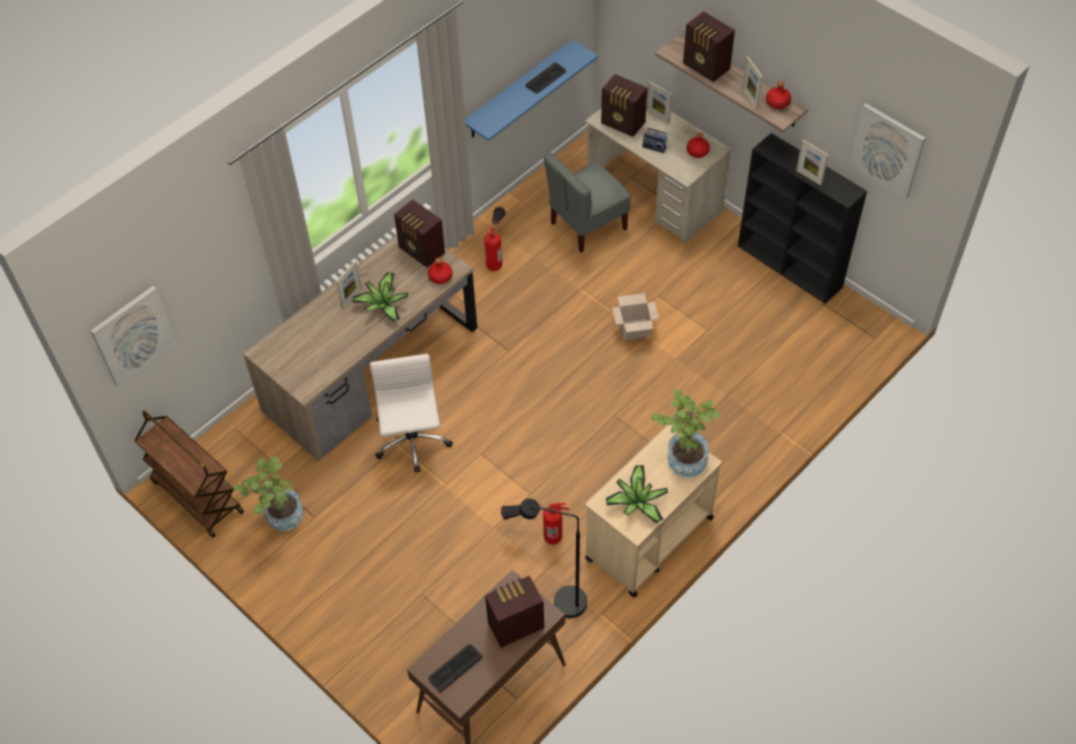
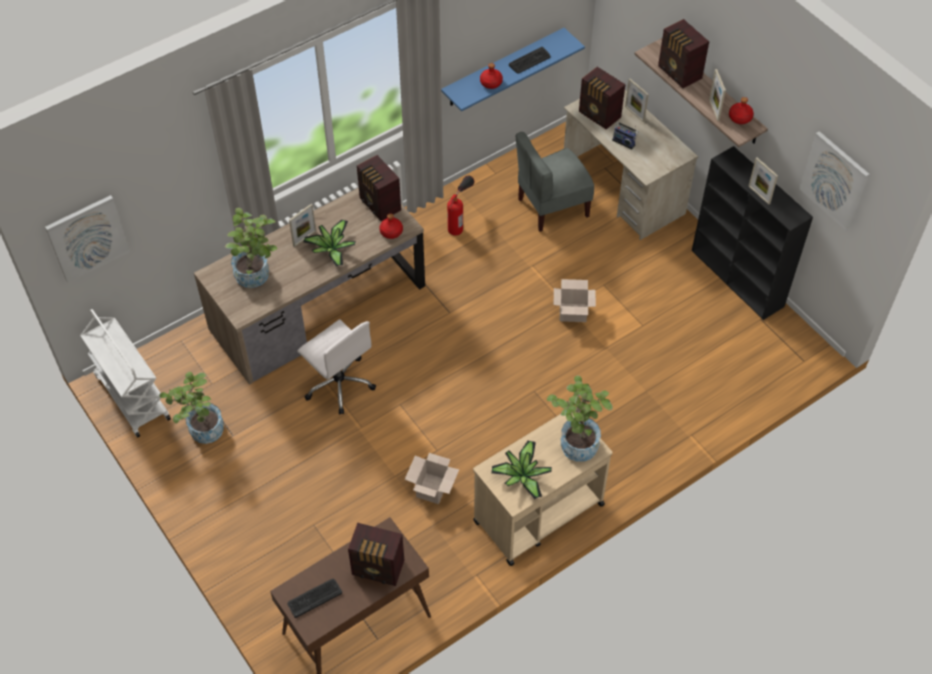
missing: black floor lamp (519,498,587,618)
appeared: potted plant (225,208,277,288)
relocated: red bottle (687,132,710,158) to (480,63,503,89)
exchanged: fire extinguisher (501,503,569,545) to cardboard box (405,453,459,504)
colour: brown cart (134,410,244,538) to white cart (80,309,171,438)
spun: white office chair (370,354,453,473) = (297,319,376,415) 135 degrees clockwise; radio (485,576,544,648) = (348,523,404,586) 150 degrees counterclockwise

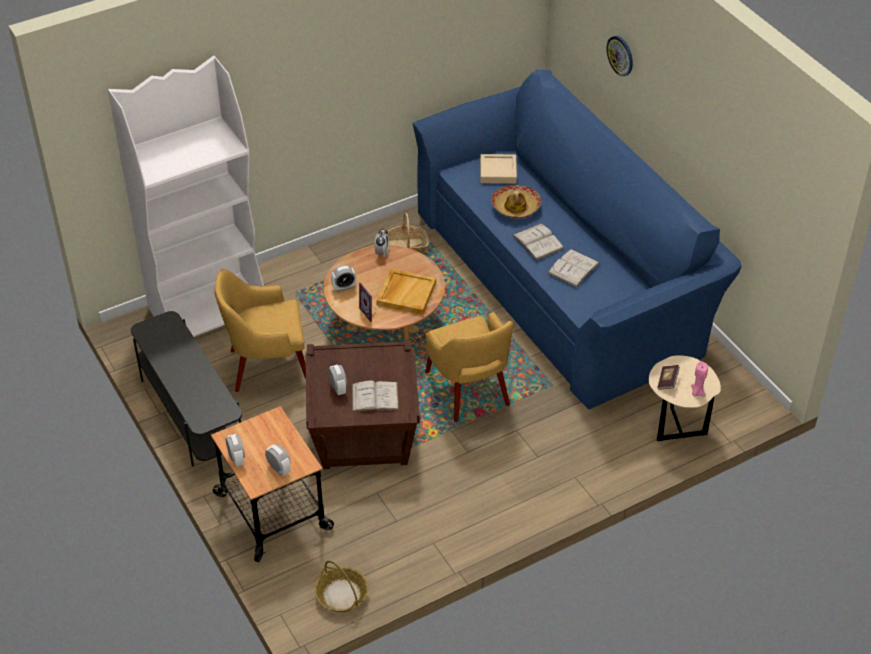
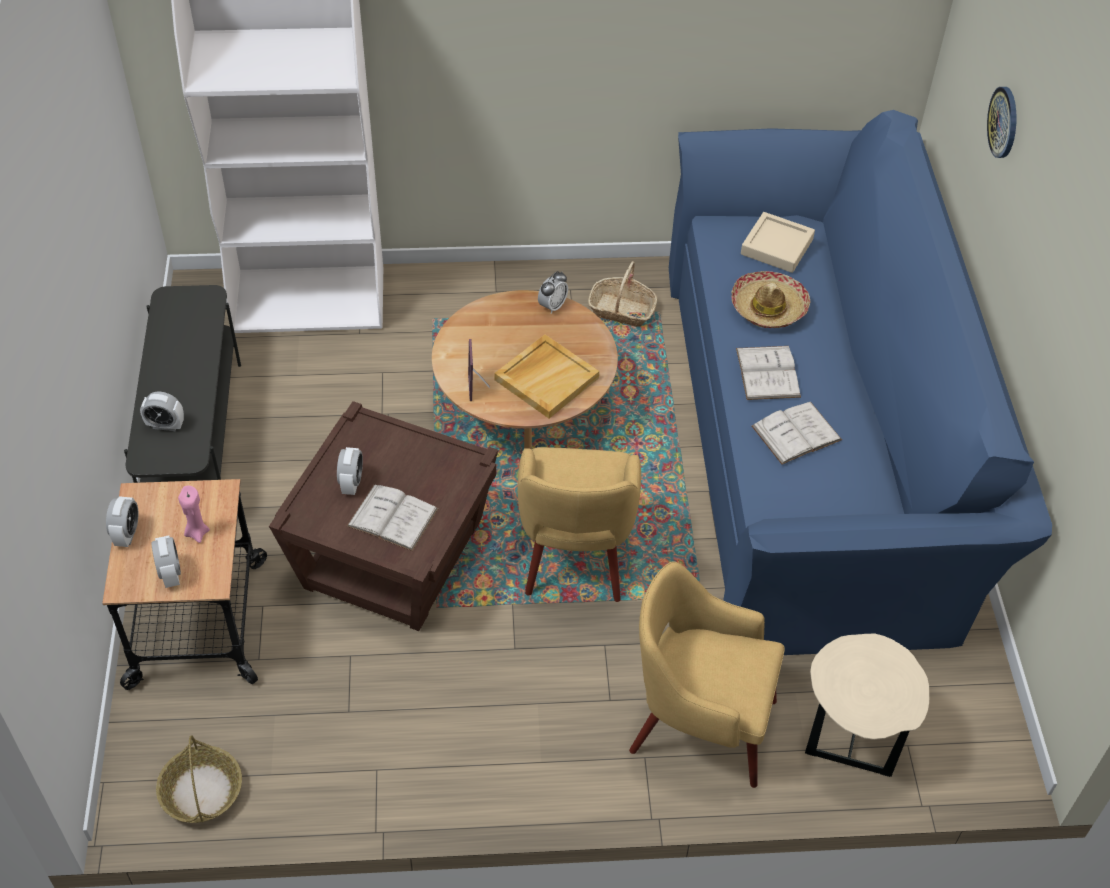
missing: book (657,365,680,390)
relocated: alarm clock (331,265,356,292) to (140,392,184,431); pink candle (691,362,708,397) to (178,486,210,543); yellow armchair (214,269,306,392) to (629,561,785,788)

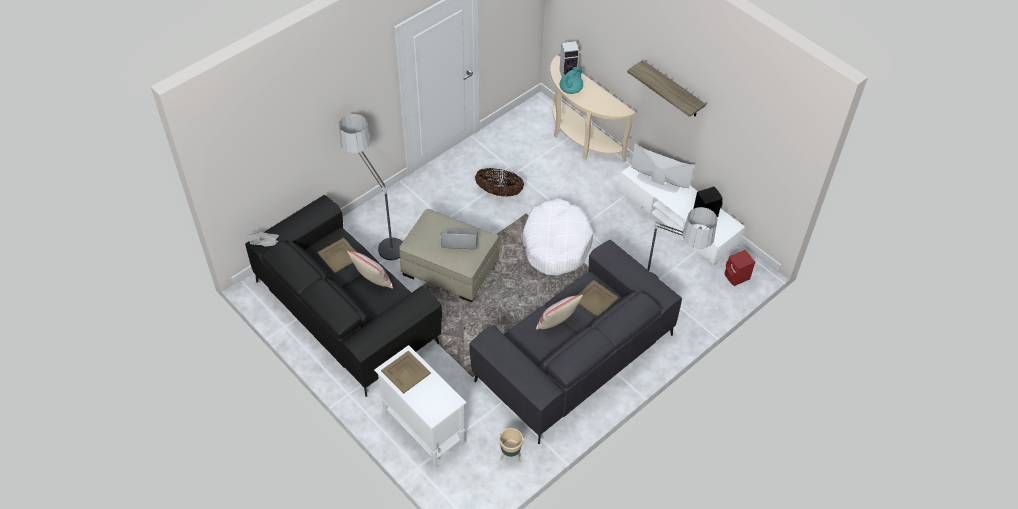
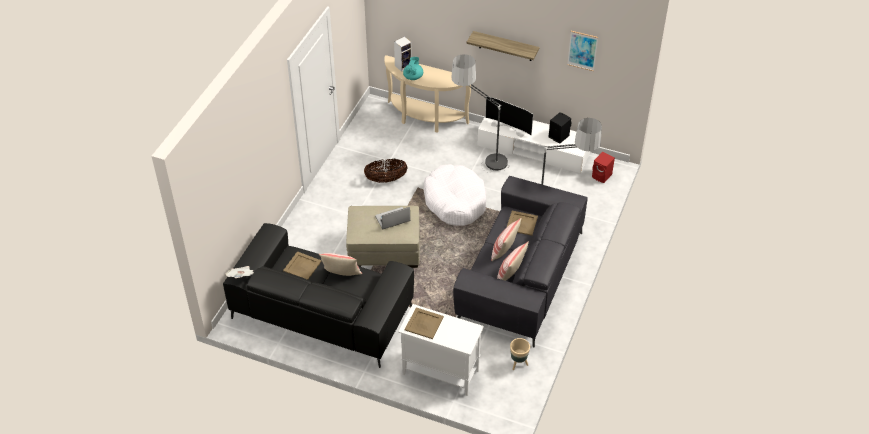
appeared: pillow (497,242,529,281); picture (567,31,598,71)
relocated: floor lamp (339,114,403,262) to (451,54,509,171)
spun: television (631,144,694,193) = (485,96,533,137) 150 degrees counterclockwise

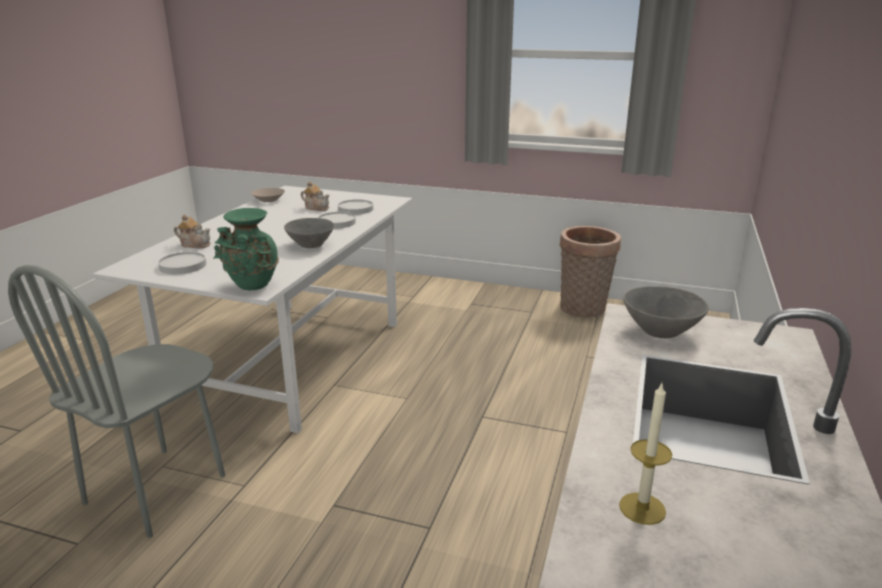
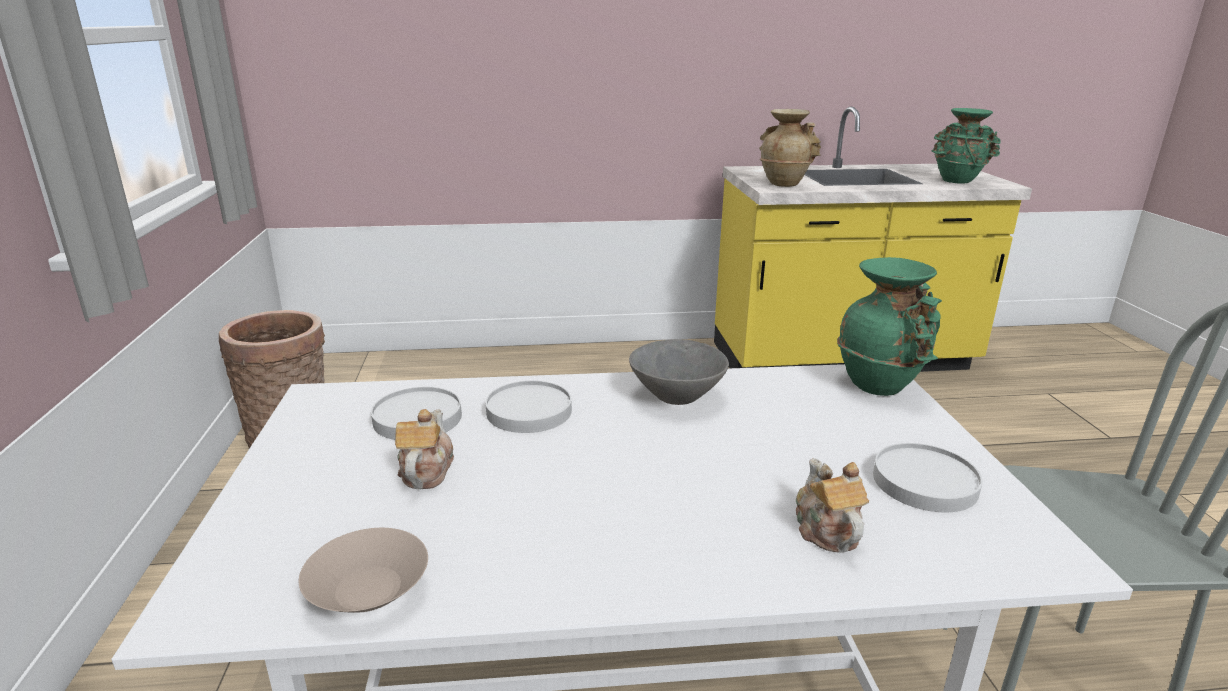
exchanged: grey bowl (623,286,708,338) to beige vase (759,109,821,187); candle (619,384,672,525) to green vase (932,108,1001,184)

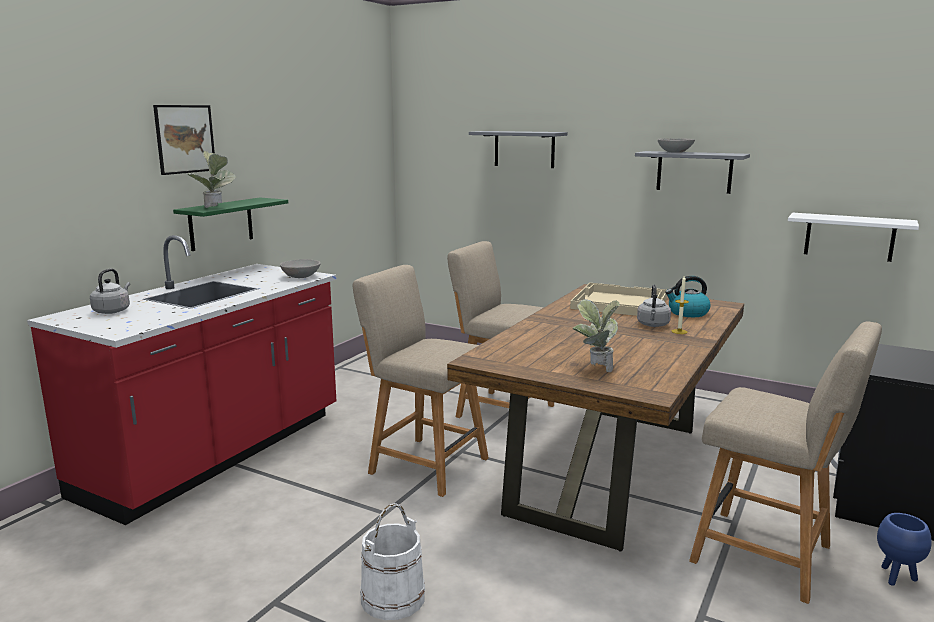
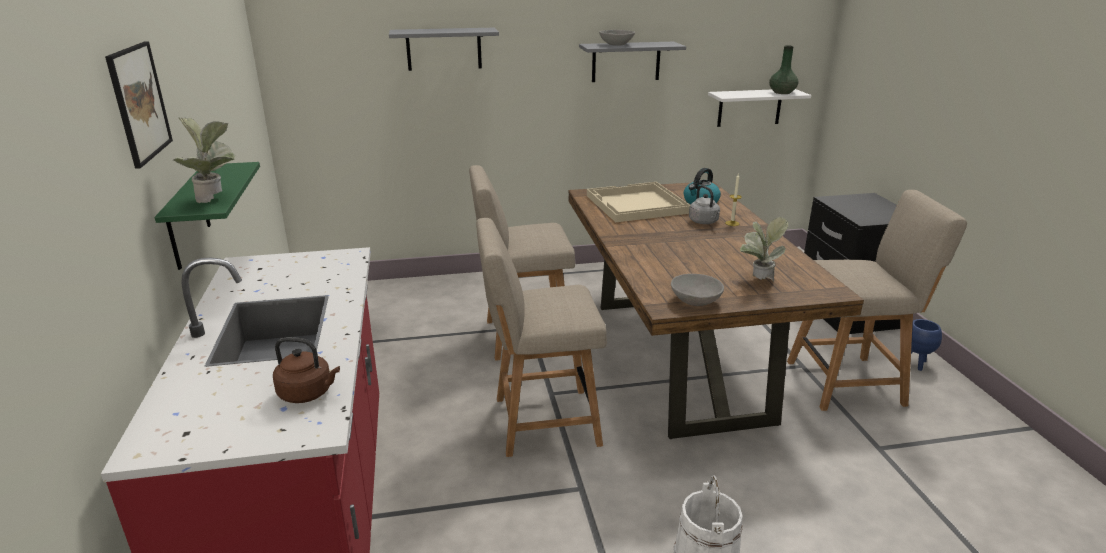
missing: grey kettle (90,268,130,314)
appeared: brown kettle (273,337,340,403); green vase (769,45,799,94)
relocated: grey bowl (280,259,321,278) to (671,274,724,306)

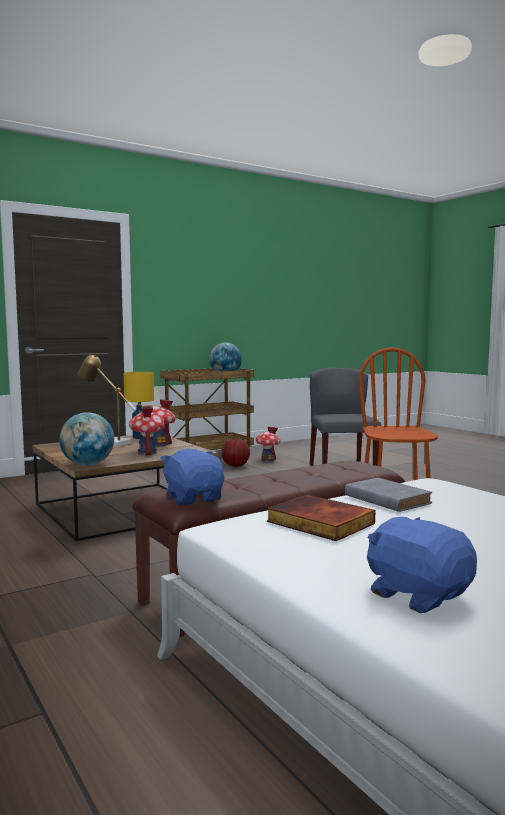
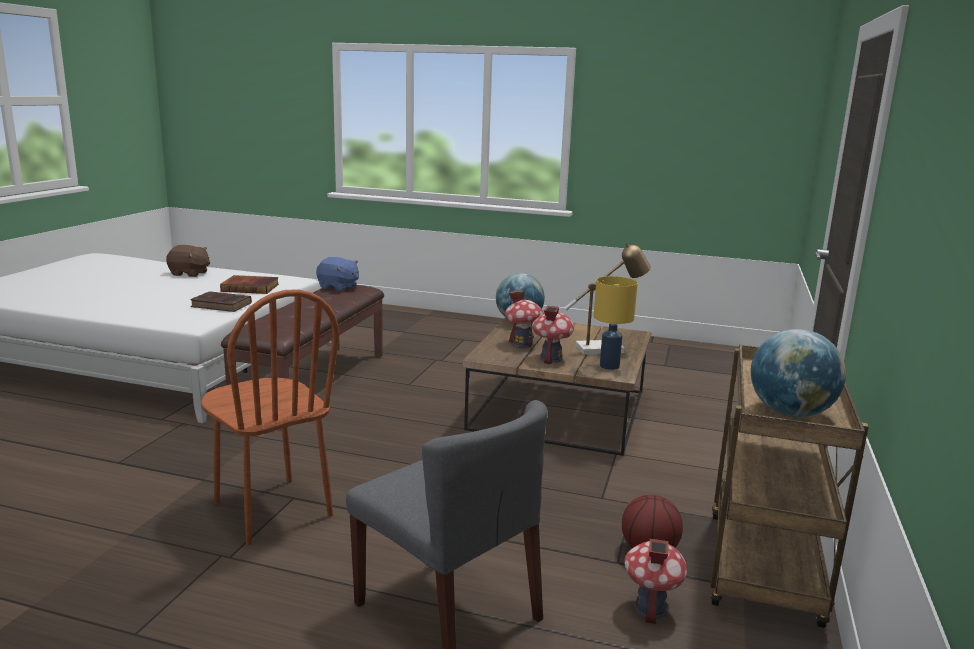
colour: blue plush toy (367,517,477,613) to brown plush toy (166,245,210,277); grey book (345,478,432,512) to brown book (190,291,252,312)

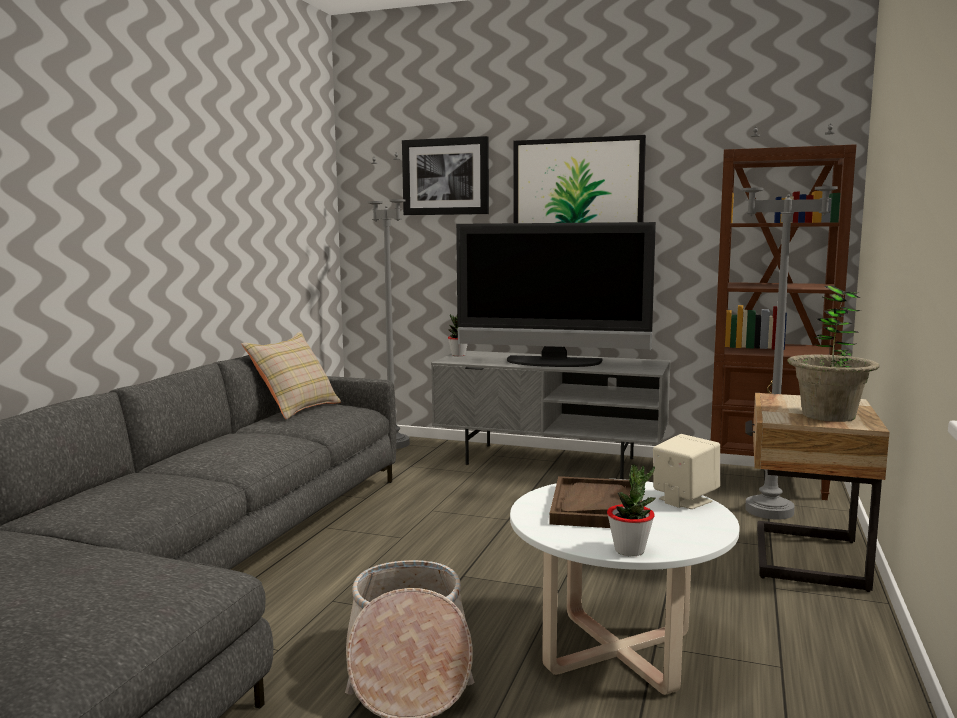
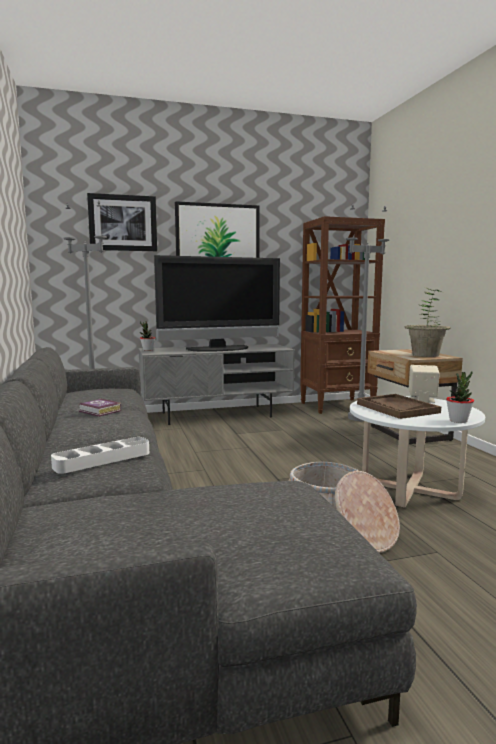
missing: beige pillow (241,331,341,420)
appeared: white tray (51,437,149,474); book (78,398,121,417)

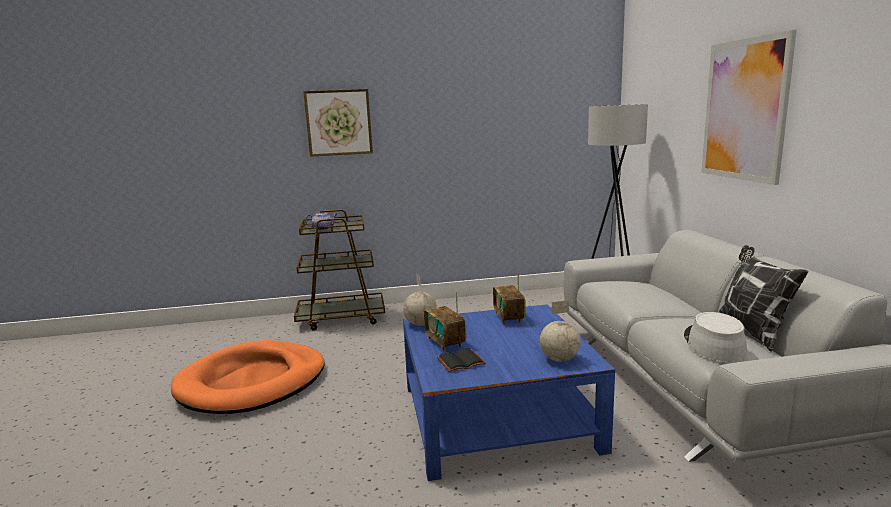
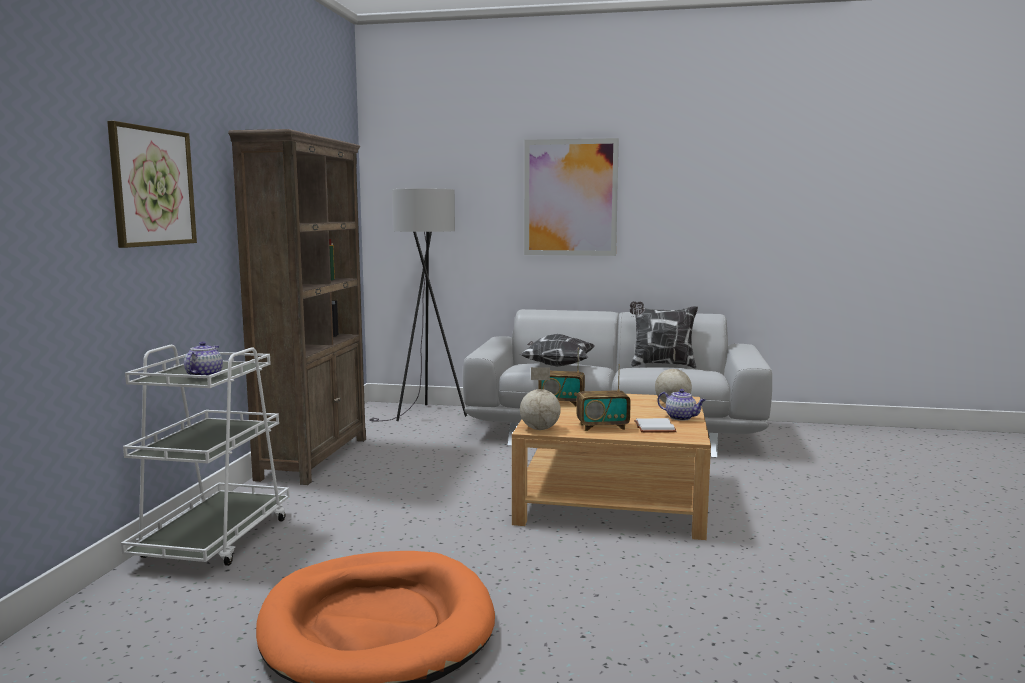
missing: grey hat (684,312,747,361)
appeared: brown bookcase (228,129,366,485); pillow (520,334,595,367); teapot (657,389,706,421)
colour: brown cart (294,209,385,331) to white cart (121,345,289,566); blue coffee table (403,305,615,481) to beige coffee table (512,394,711,540); black book (437,348,486,372) to white book (634,418,677,432)

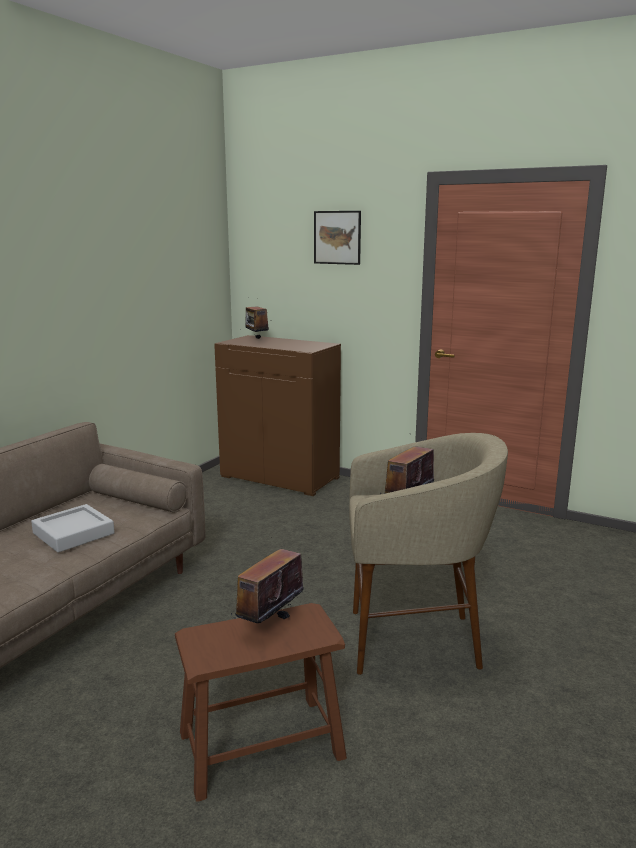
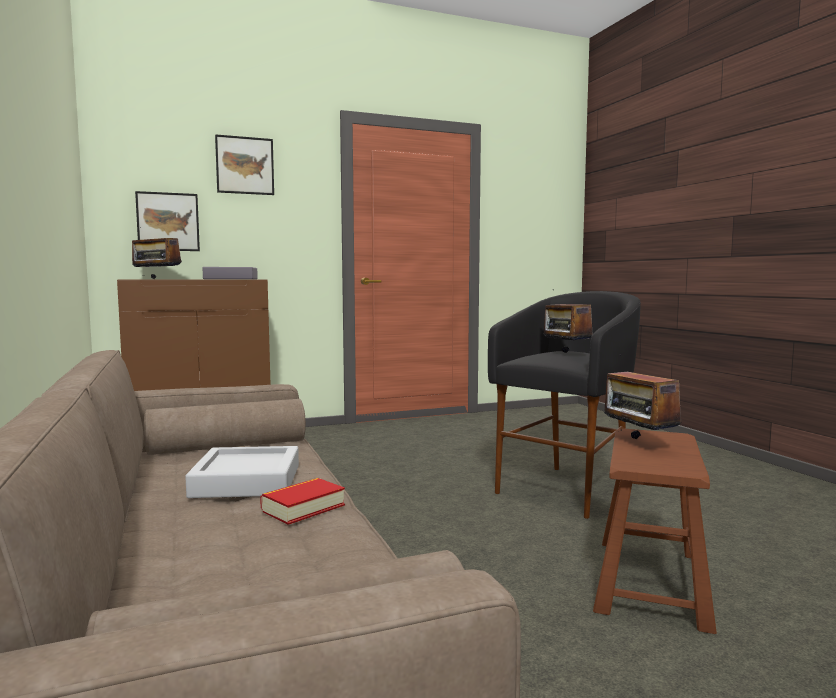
appeared: picture (135,191,200,251); grey tray (202,267,258,279); book (260,478,345,525)
colour: beige stool (349,433,508,675) to black stool (488,291,641,519)

